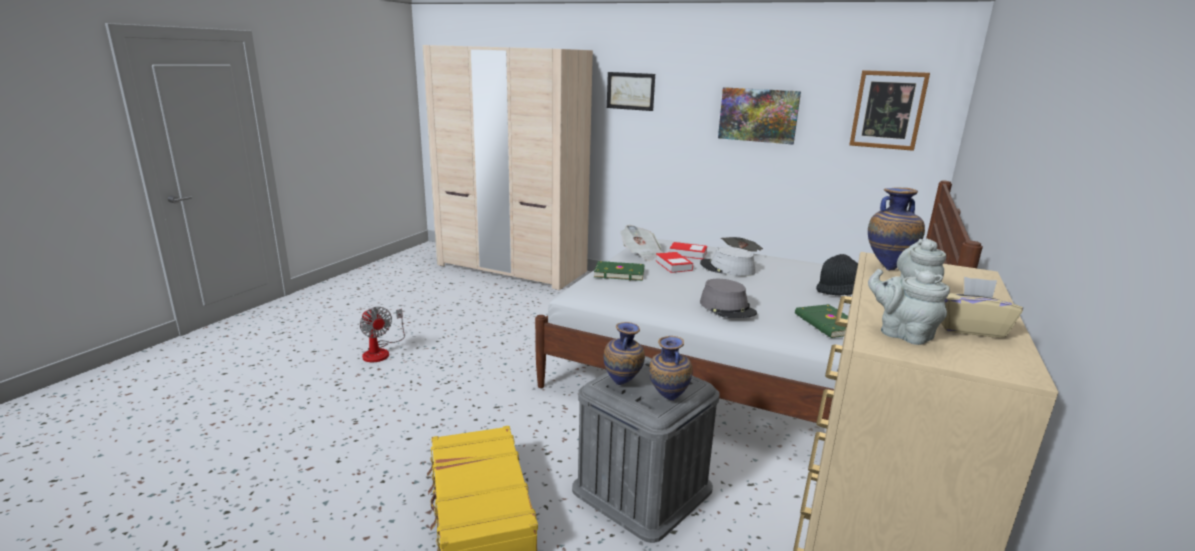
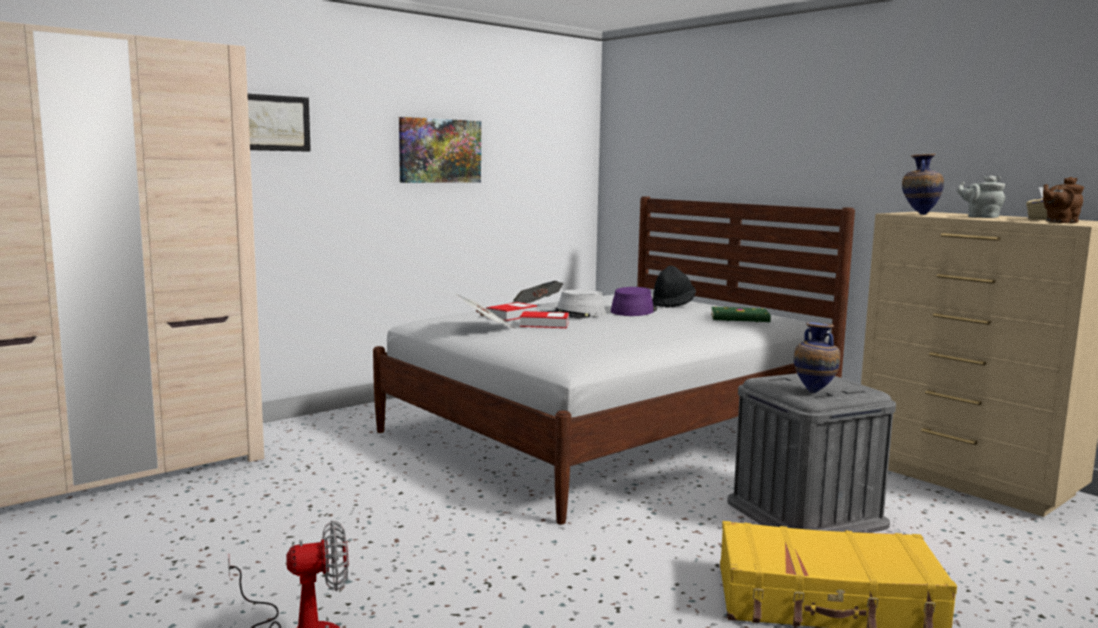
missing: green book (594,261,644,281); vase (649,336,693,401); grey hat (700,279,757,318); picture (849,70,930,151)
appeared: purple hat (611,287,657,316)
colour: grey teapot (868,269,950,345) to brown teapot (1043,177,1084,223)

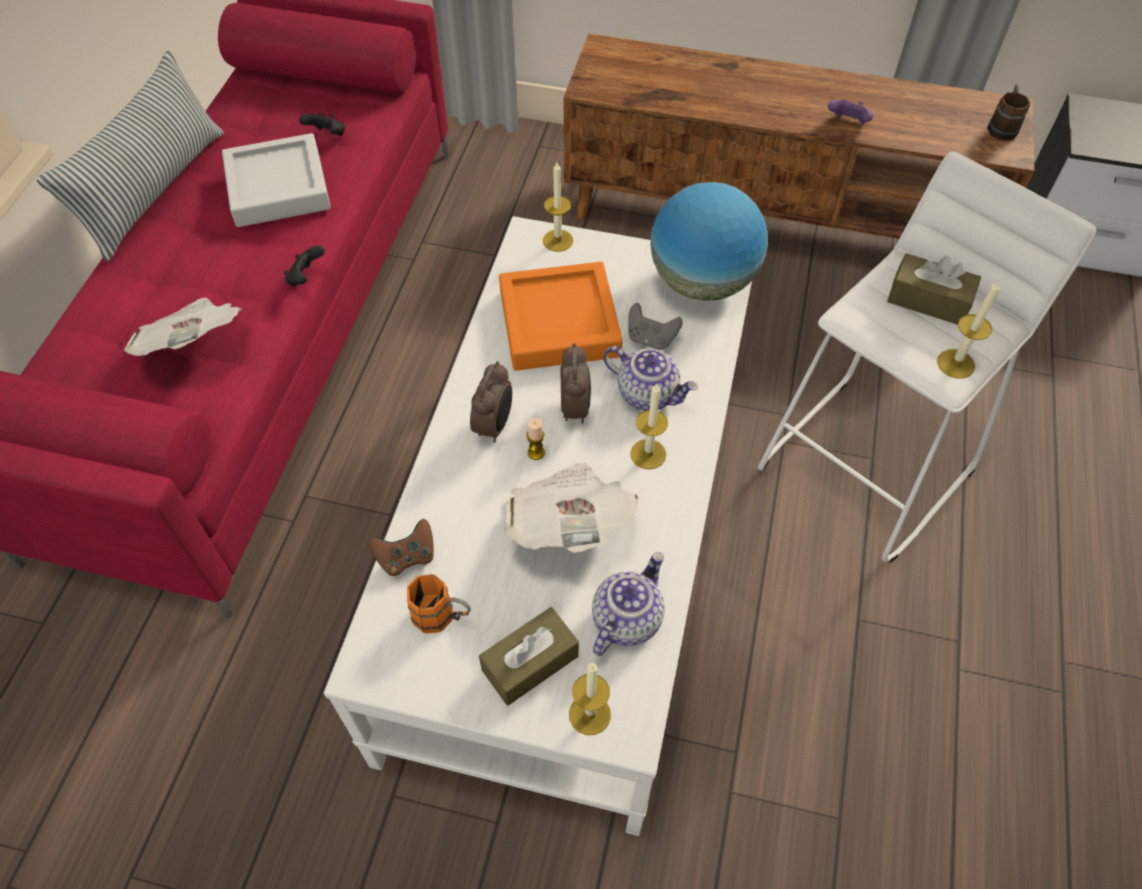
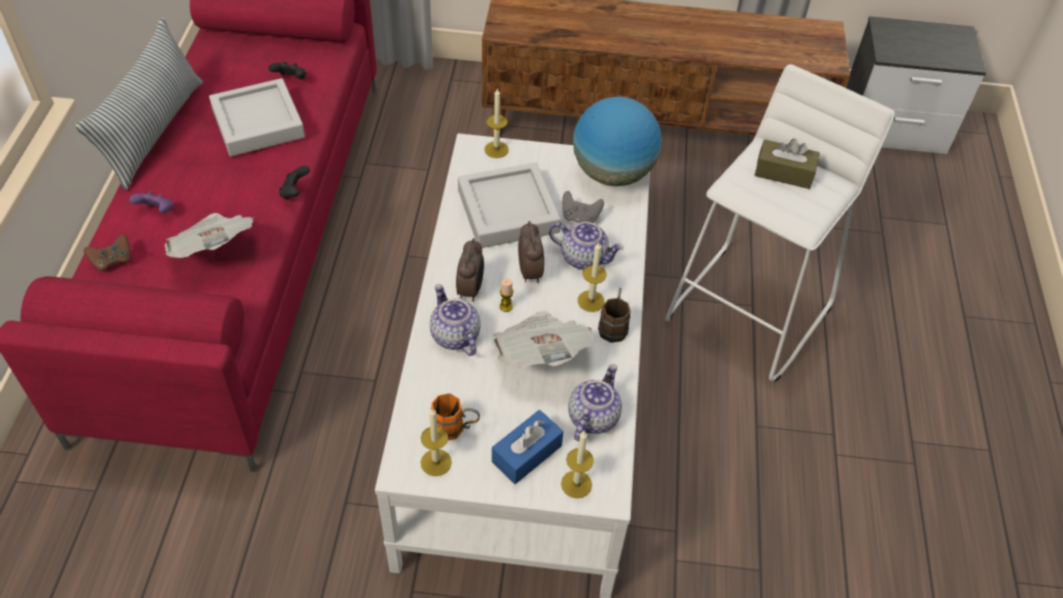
appeared: teapot (430,284,481,356)
relocated: brown game controller (369,519,434,576) to (84,234,130,272); purple game controller (828,99,874,124) to (129,191,174,213); candle (937,281,1000,379) to (421,408,452,476); brown mug (987,84,1030,140) to (598,288,631,343)
colour: orange tray (499,262,623,371) to grey tray (458,162,561,248); brown tissue box (479,607,579,706) to blue tissue box (492,410,563,484)

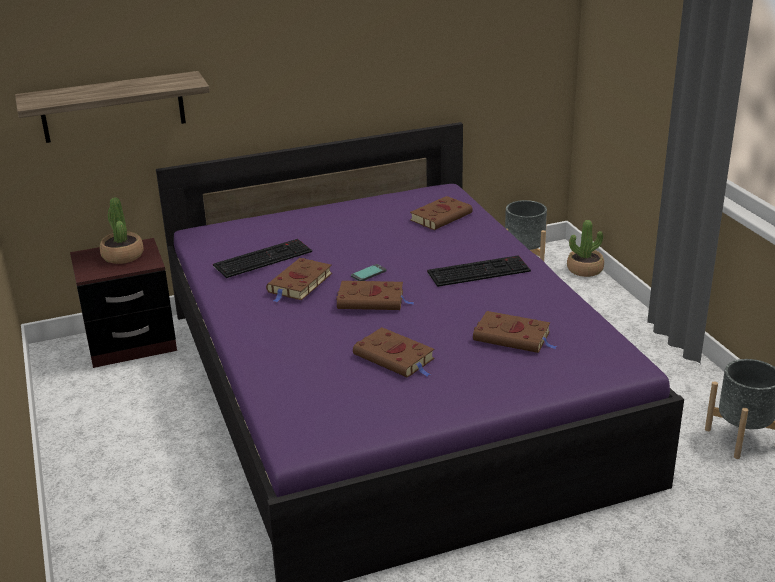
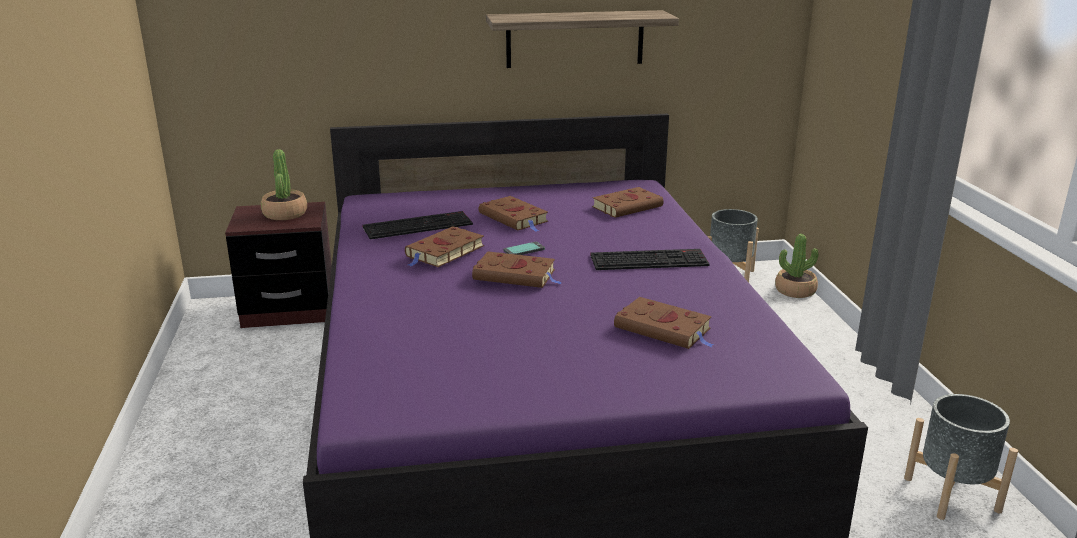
relocated: brown book (353,327,434,378) to (479,196,548,232); shelf (15,71,210,143) to (486,10,679,68)

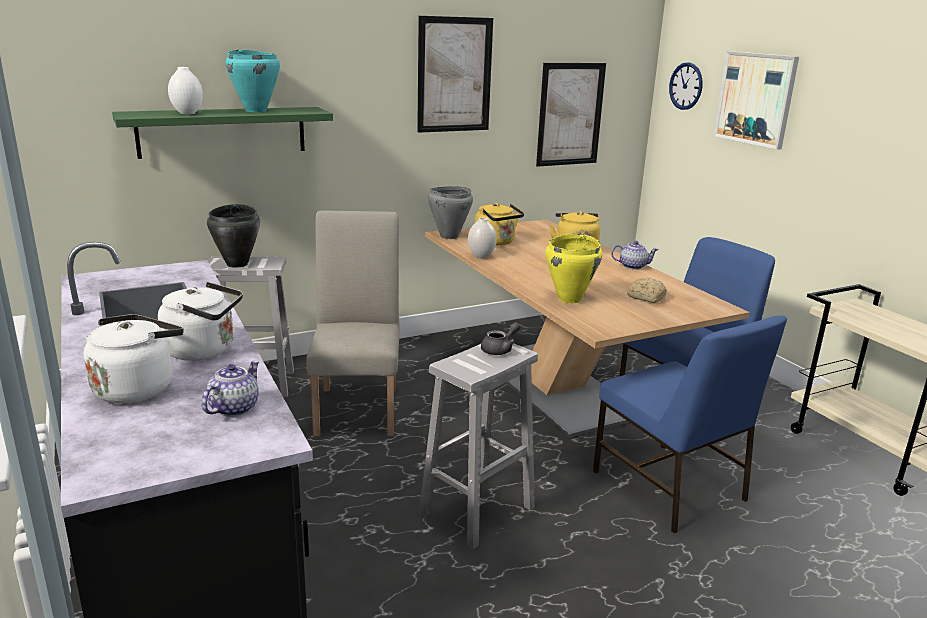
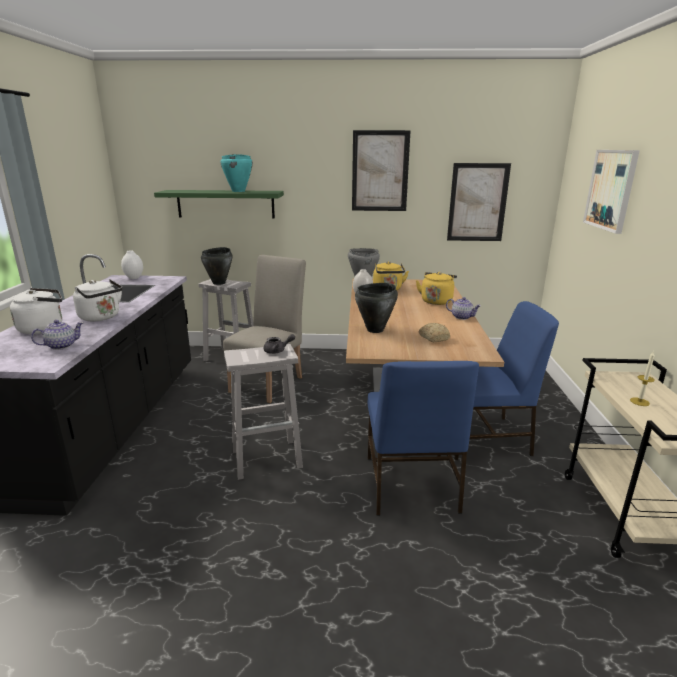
missing: wall clock (669,62,703,110)
appeared: candle (630,351,655,406)
relocated: white vase (168,67,203,114) to (121,250,143,279)
colour: yellow cooking pot (545,234,602,303) to black cooking pot (355,283,398,333)

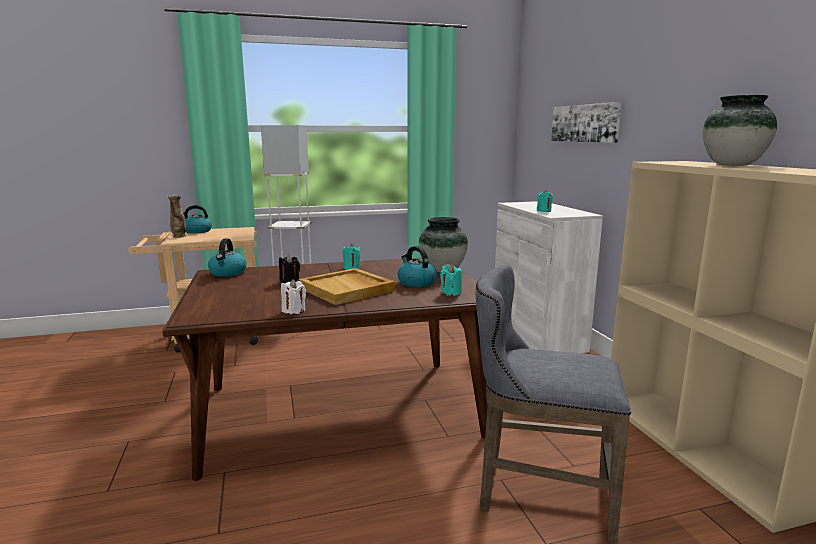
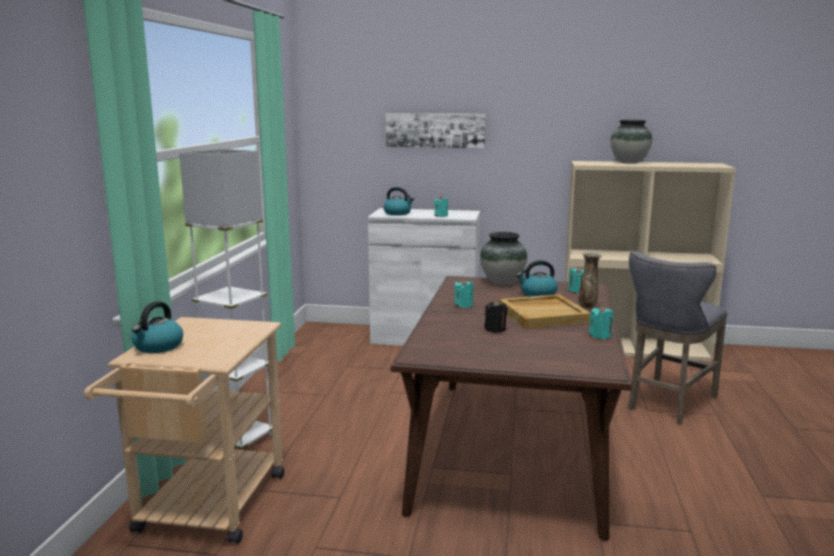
relocated: kettle (208,238,247,277) to (383,187,414,215); vase (167,195,187,238) to (578,252,602,310)
colour: white candle (281,279,306,314) to turquoise candle (589,306,614,339)

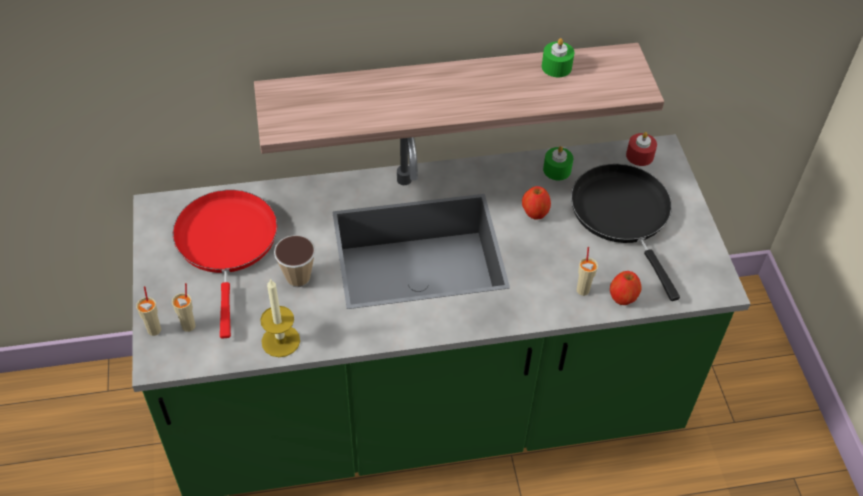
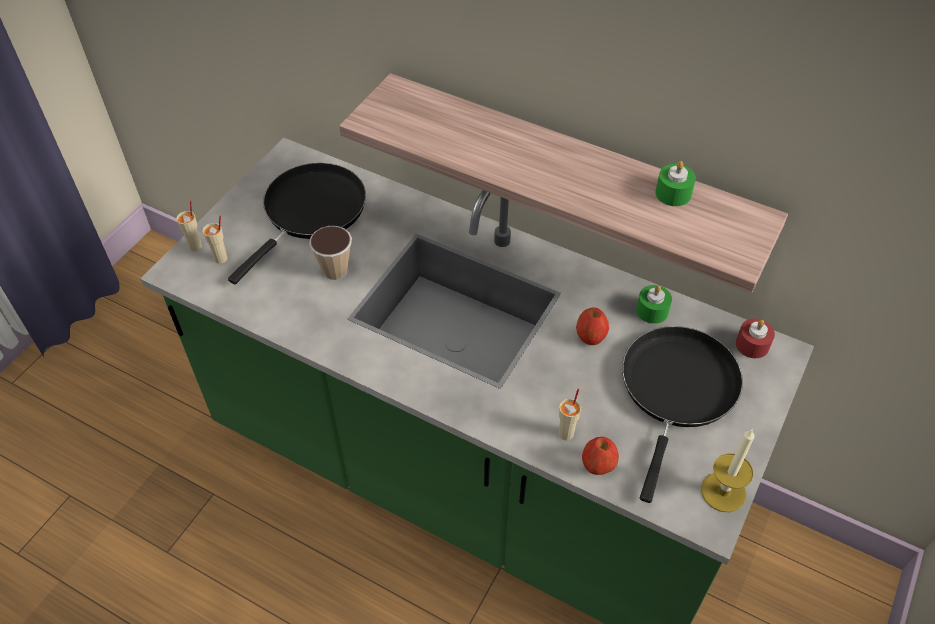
relocated: candle (260,278,300,357) to (701,428,755,512)
colour: red frying pan (173,190,278,338) to black frying pan (228,163,366,284)

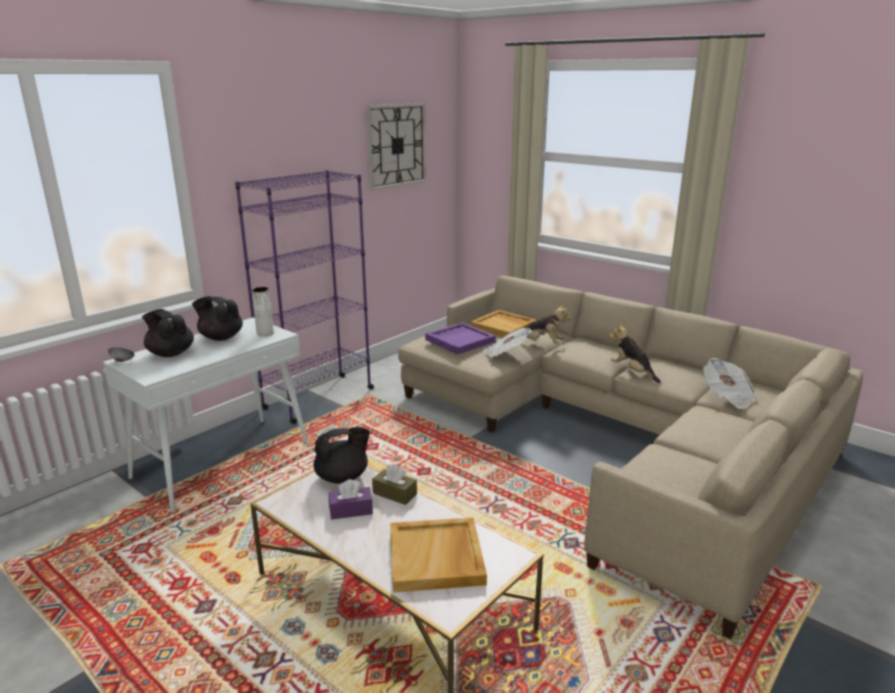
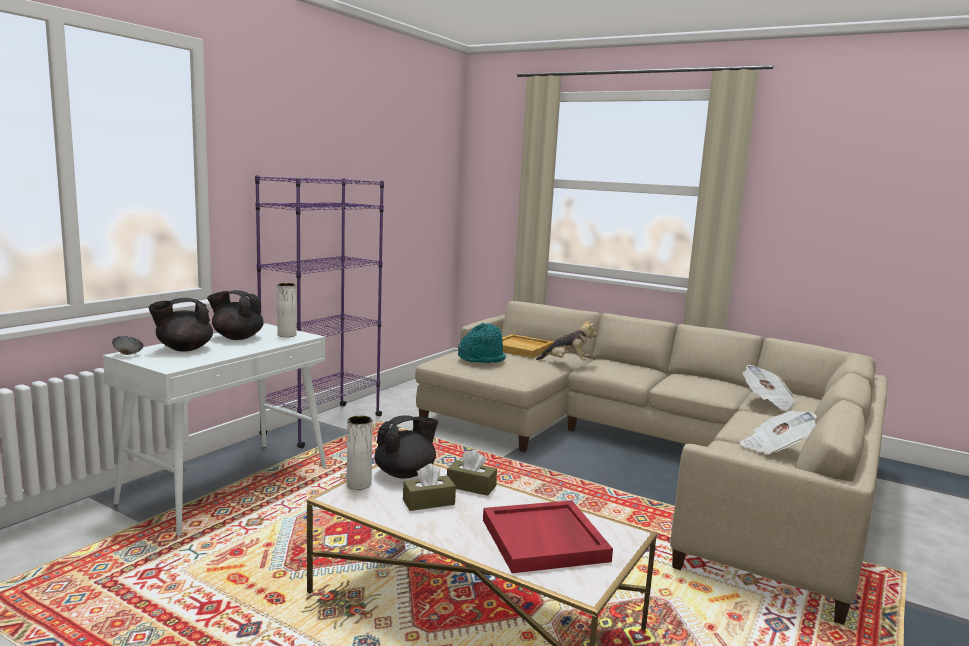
missing: wall clock (366,103,426,191); plush toy (609,323,661,383)
appeared: white vase (347,416,373,490)
relocated: newspaper (483,328,531,358) to (740,411,817,454)
exchanged: purple tray (425,322,496,354) to turquoise hat (458,323,506,363)
colour: purple tissue box (329,479,373,520) to brown tissue box (403,464,456,511); beige tray (390,517,487,593) to red tray (483,500,613,573)
spun: black teapot (142,309,194,357) = (148,298,213,352) 60 degrees counterclockwise

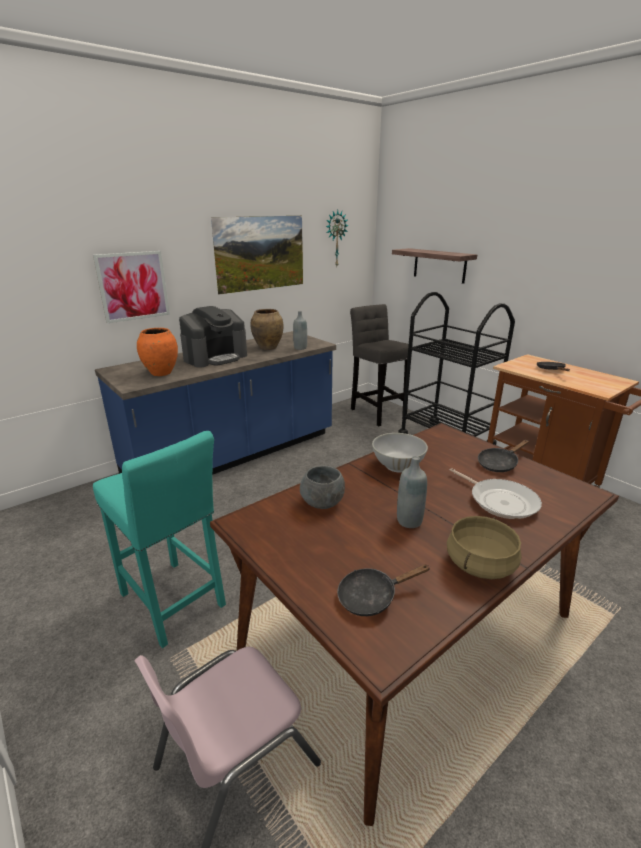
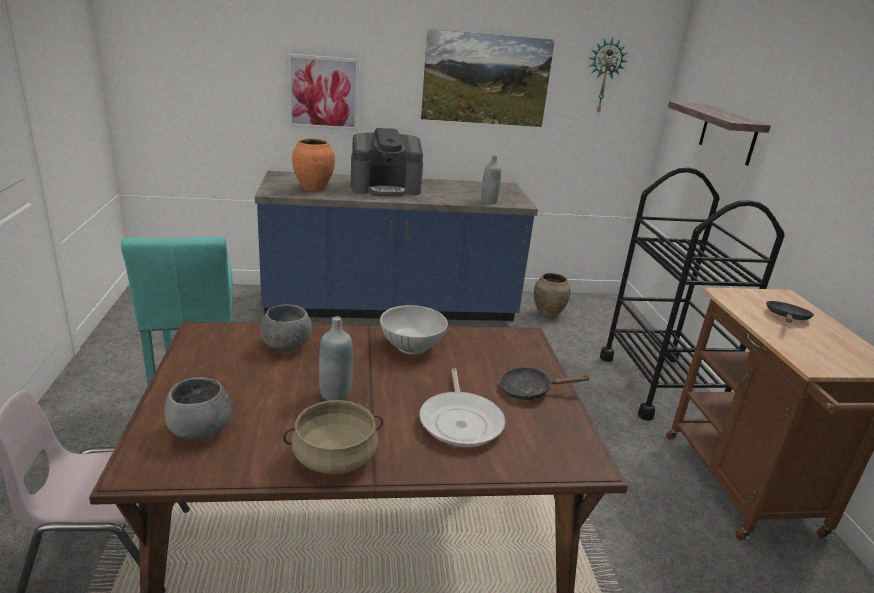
missing: grey stool (350,304,409,426)
relocated: brown vase (250,309,283,350) to (534,273,570,318)
exchanged: black frying pan (337,564,430,616) to grey bowl (164,377,231,441)

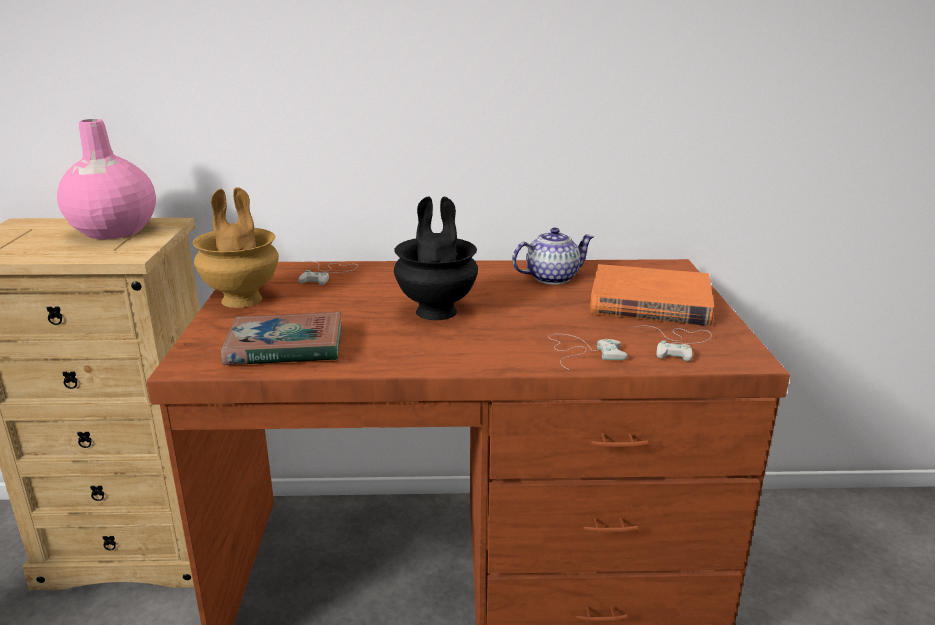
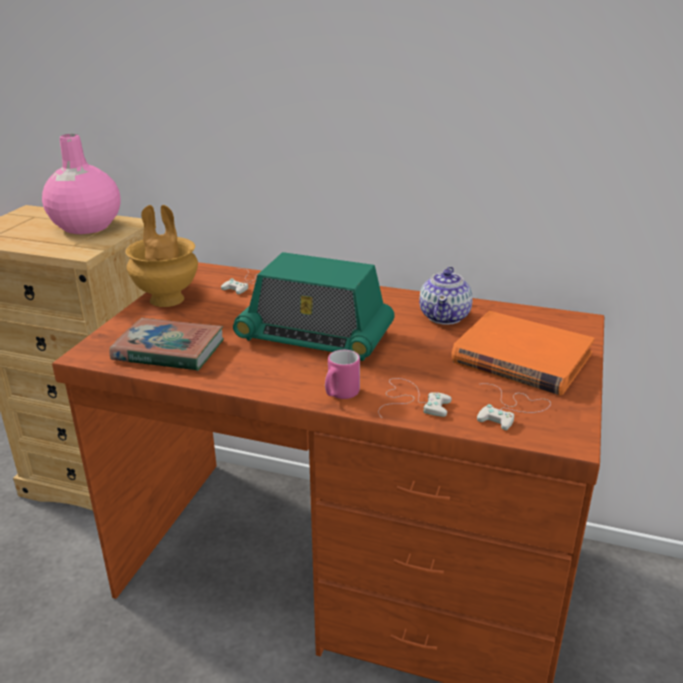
appeared: pink mug (325,350,360,399)
exchanged: black vase (394,197,478,320) to radio (233,252,395,361)
spun: teapot (512,228,594,285) = (419,266,473,325) 105 degrees clockwise

